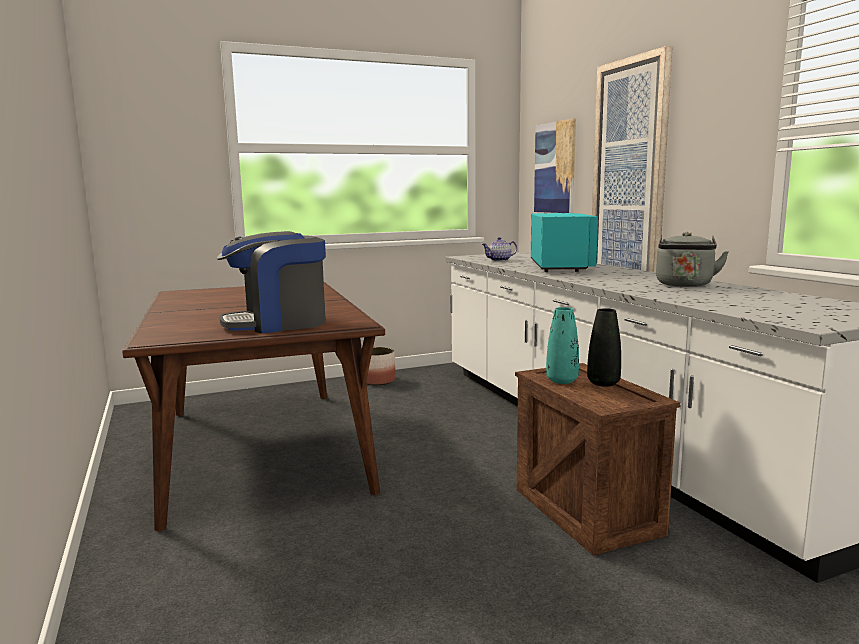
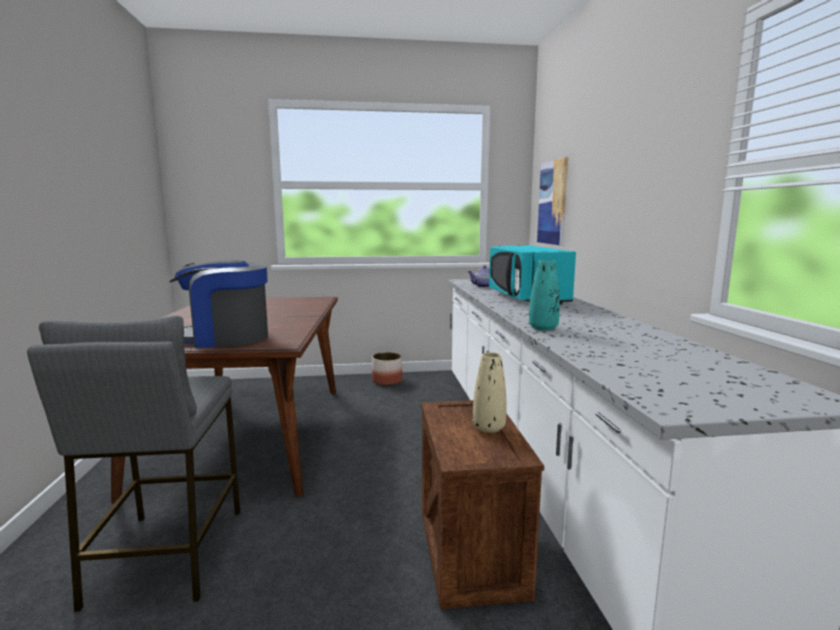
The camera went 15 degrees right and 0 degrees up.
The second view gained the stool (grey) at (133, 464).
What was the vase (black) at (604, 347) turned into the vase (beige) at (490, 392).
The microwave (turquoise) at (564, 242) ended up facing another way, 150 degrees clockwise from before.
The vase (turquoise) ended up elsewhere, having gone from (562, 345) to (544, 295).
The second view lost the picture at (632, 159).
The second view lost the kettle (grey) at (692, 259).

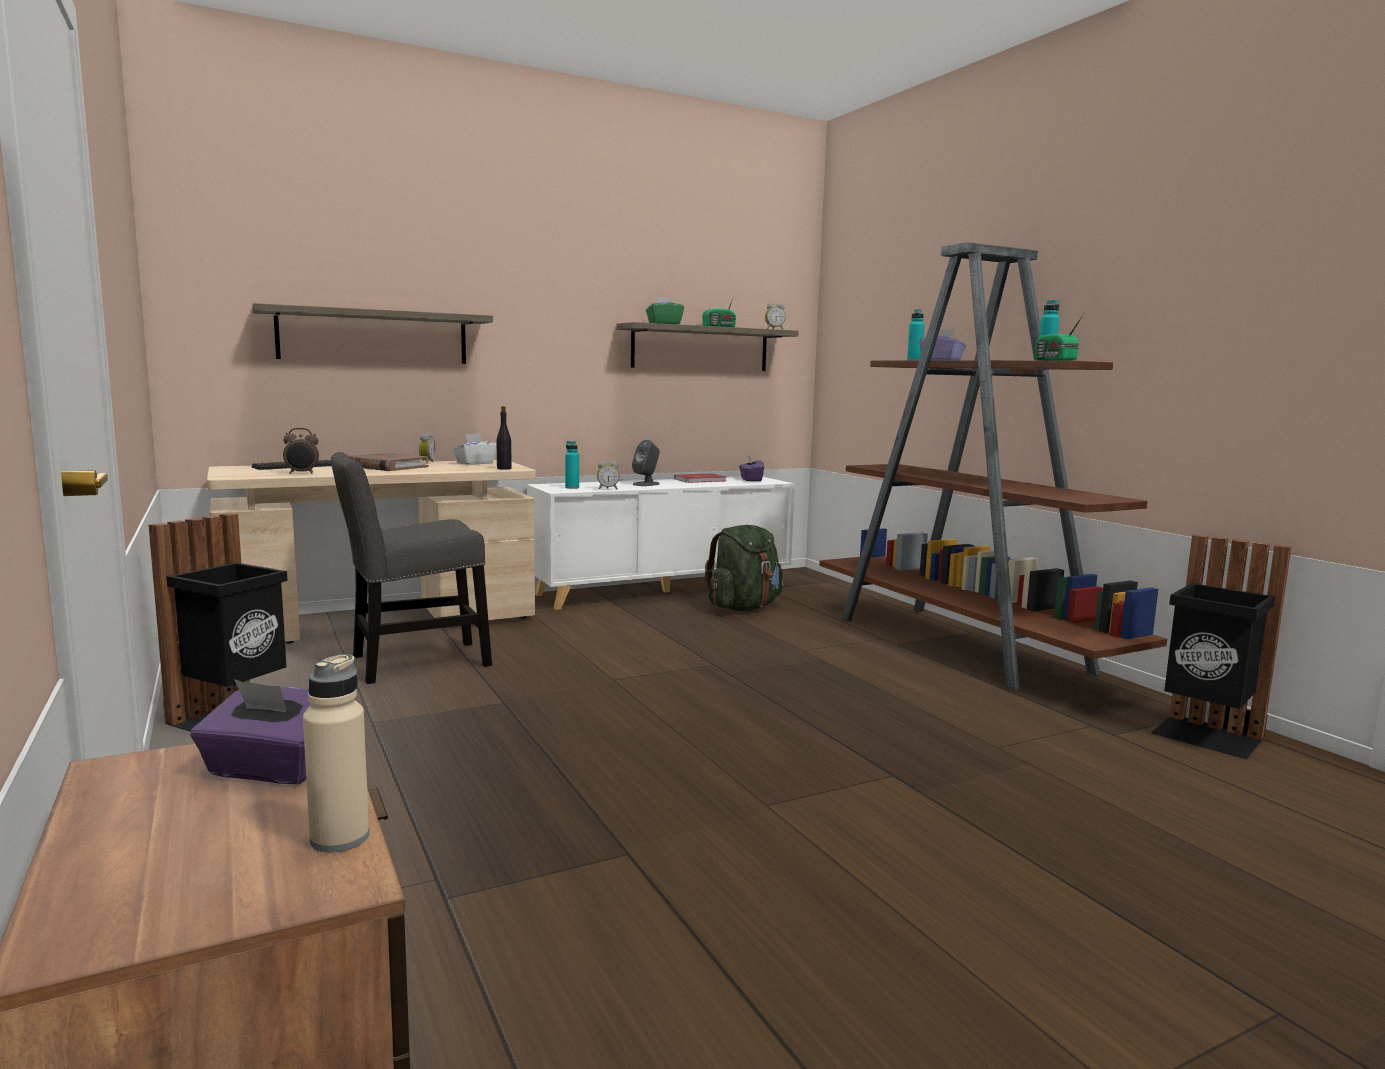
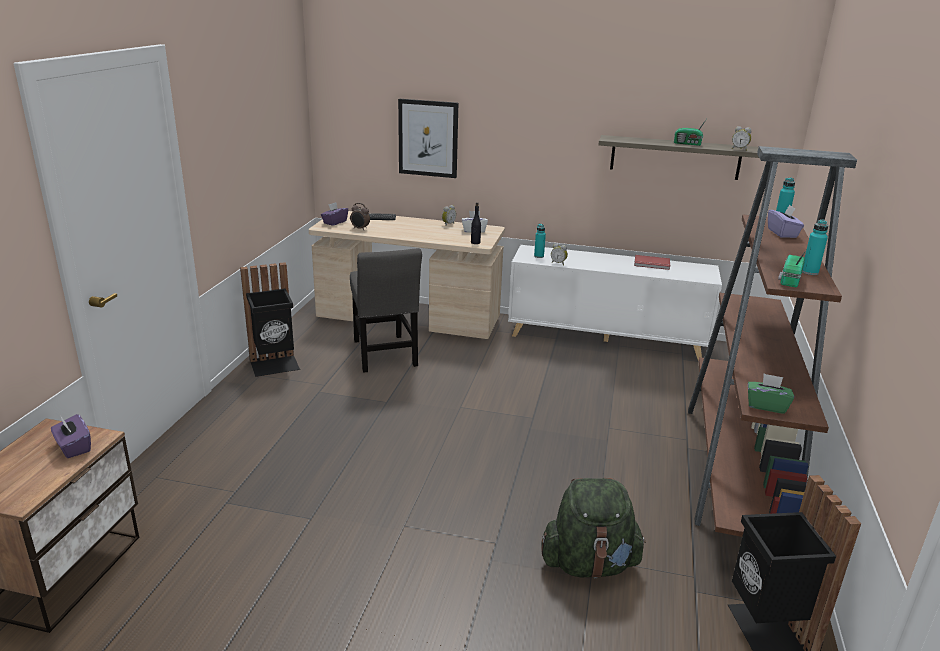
The camera went 40 degrees right and 15 degrees up.
The tissue box (purple) ended up elsewhere, having gone from (751, 468) to (334, 214).
The chair (grey) at (411, 568) ended up facing another way, 120 degrees counterclockwise from before.
Where the shelf hung at (372, 333), the picture came to hang at (428, 138).
The backpack (green) ended up elsewhere, having gone from (744, 568) to (593, 528).
The tissue box (green) ended up elsewhere, having gone from (665, 310) to (771, 394).
The second view lost the bottle (beige) at (336, 753).
The second view lost the book (brown) at (388, 462).
The second view lost the speaker (grey) at (646, 463).

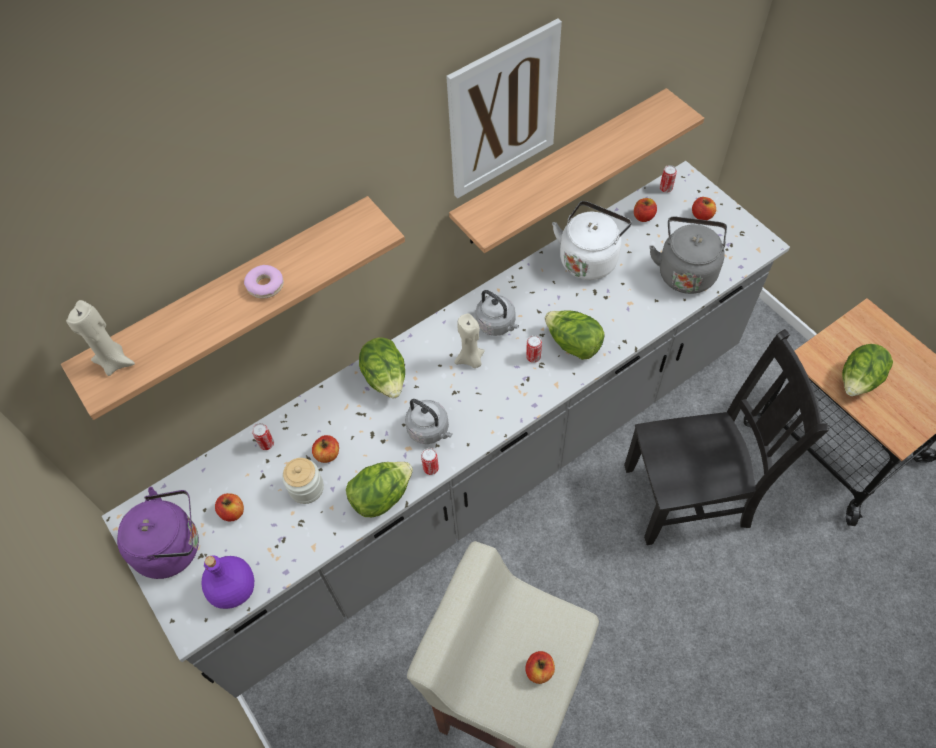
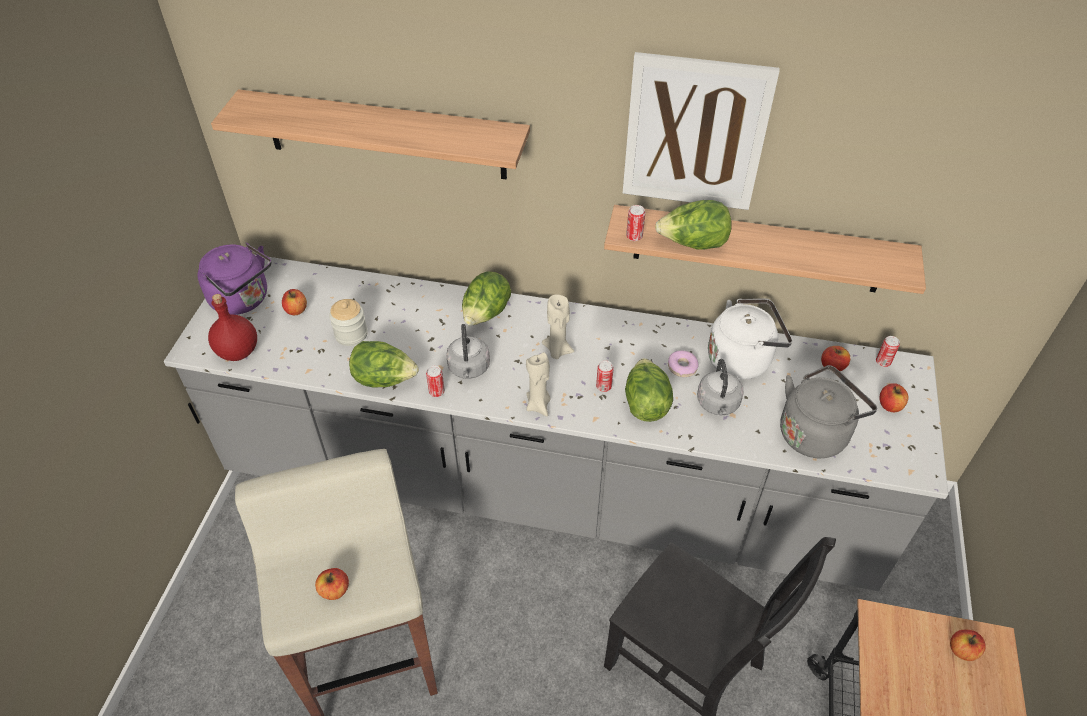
The camera went 45 degrees right and 10 degrees down.
What was the bottle (purple) at (228, 582) turned into the bottle (red) at (232, 327).
The candle (beige) ended up elsewhere, having gone from (100, 338) to (538, 384).
The can ended up elsewhere, having gone from (263, 436) to (635, 223).
The lettuce ended up elsewhere, having gone from (867, 370) to (693, 224).
The donut ended up elsewhere, having gone from (264, 282) to (683, 364).
The kettle (grey) ended up elsewhere, having gone from (497, 313) to (720, 387).
The apple ended up elsewhere, having gone from (325, 449) to (968, 645).

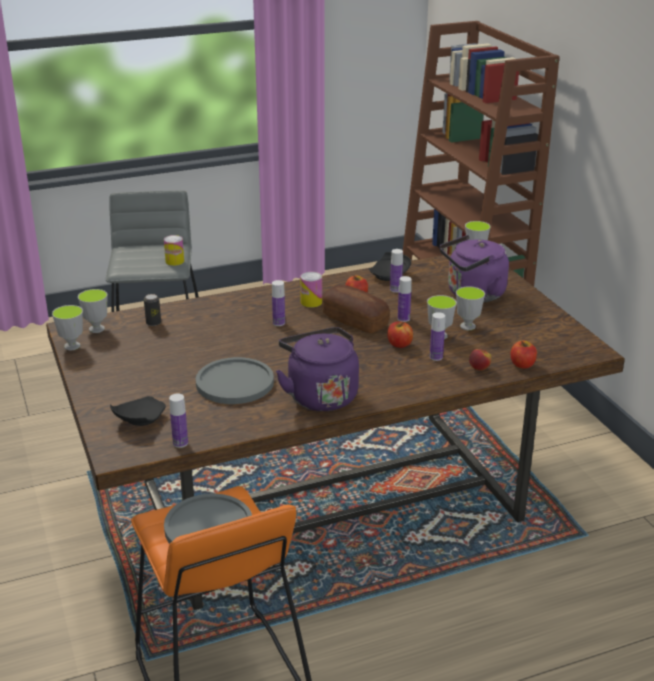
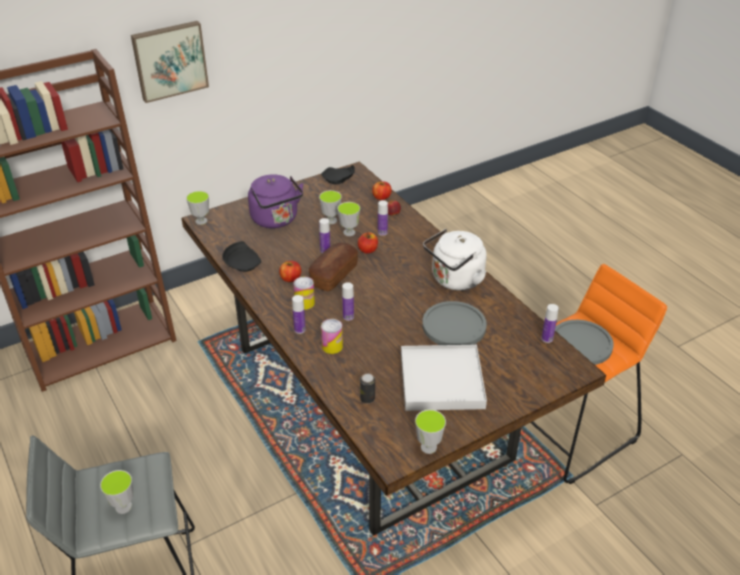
The camera went 100 degrees left and 10 degrees up.
The cup ended up elsewhere, having gone from (92, 311) to (116, 492).
The second view gained the picture at (170, 62).
The bottle ended up elsewhere, having gone from (396, 271) to (299, 314).
The plate (black) ended up elsewhere, having gone from (138, 411) to (338, 174).
The can ended up elsewhere, having gone from (174, 250) to (332, 336).
The second view gained the tray (white) at (444, 378).
What was the kettle (purple) at (317, 369) turned into the kettle (white) at (455, 260).

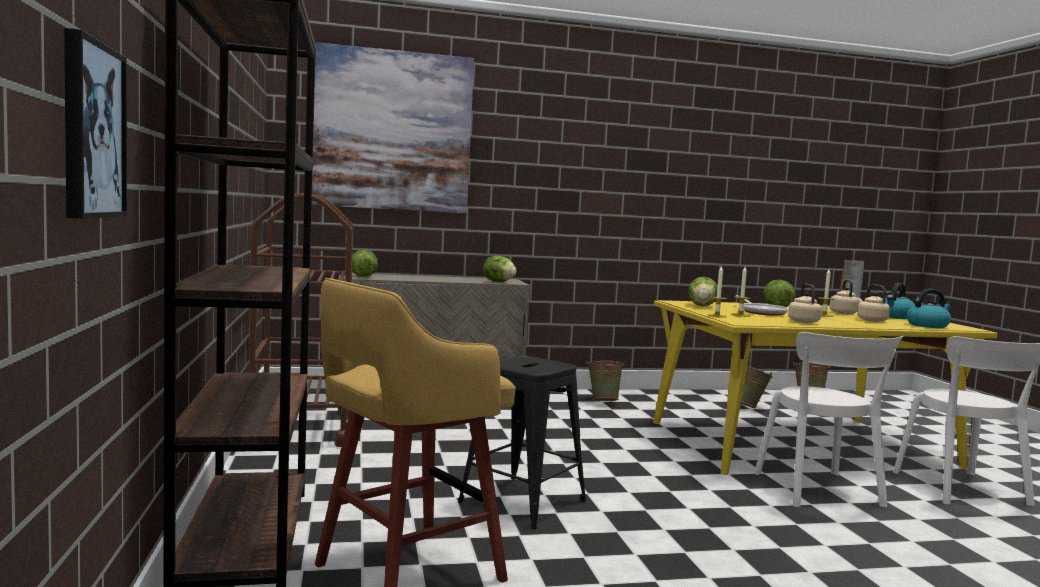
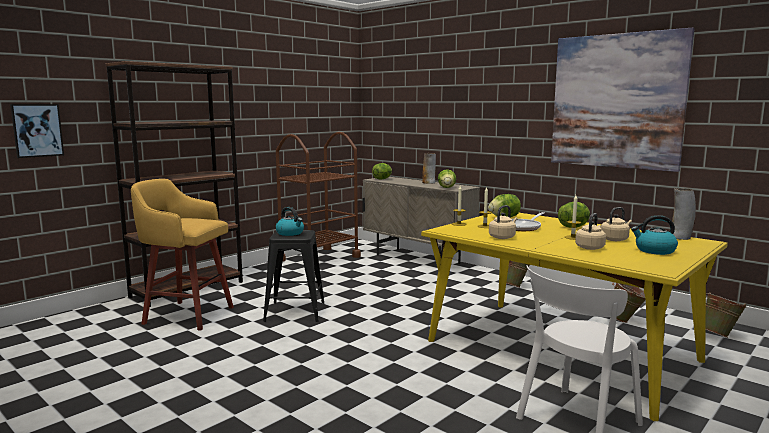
The camera went 55 degrees right and 5 degrees up.
The kettle ended up elsewhere, having gone from (930, 308) to (290, 221).
The second view gained the vase at (429, 168).
The picture ended up elsewhere, having gone from (393, 128) to (623, 100).
The second view lost the chair (white) at (828, 419).

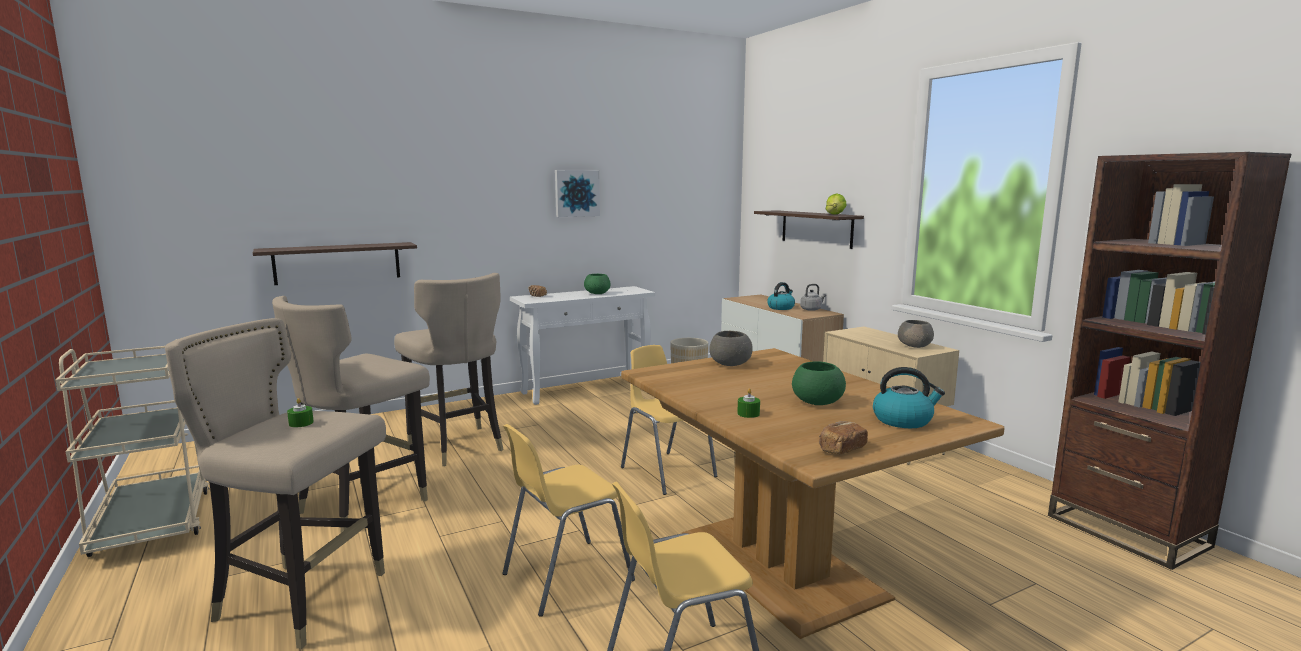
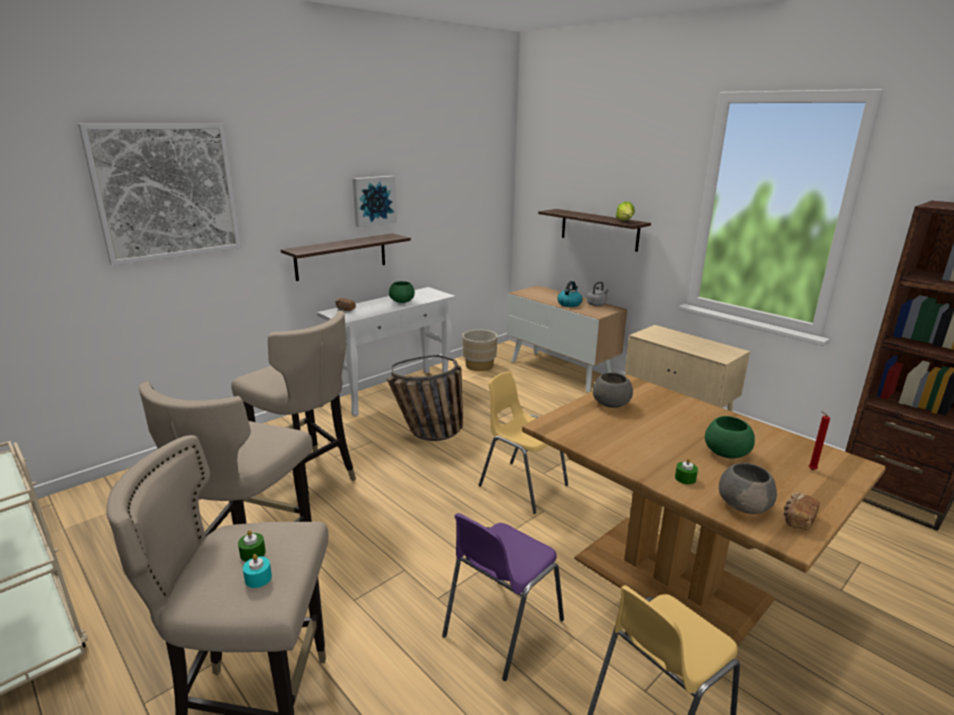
The camera went 15 degrees left and 10 degrees up.
The second view gained the picture at (159, 195).
The second view gained the candle (turquoise) at (257, 571).
The shelf ended up elsewhere, having gone from (335, 263) to (346, 257).
The second view gained the basket at (425, 398).
What was the chair (yellow) at (568, 520) turned into the chair (purple) at (503, 597).
The bowl (grey) ended up elsewhere, having gone from (916, 334) to (748, 488).
Where the kettle stood at (909, 397), the candle (red) came to stand at (819, 440).

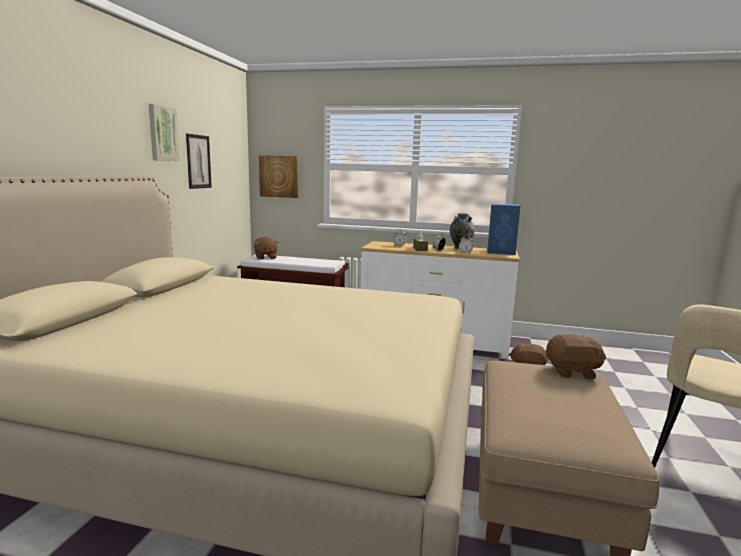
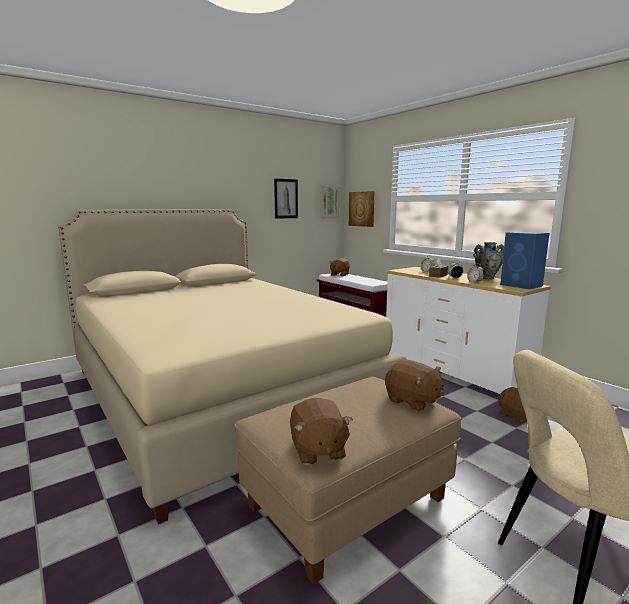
The camera went 40 degrees right and 0 degrees up.
The second view gained the plush toy (brown) at (321, 431).
The picture ended up elsewhere, having gone from (164, 132) to (330, 202).

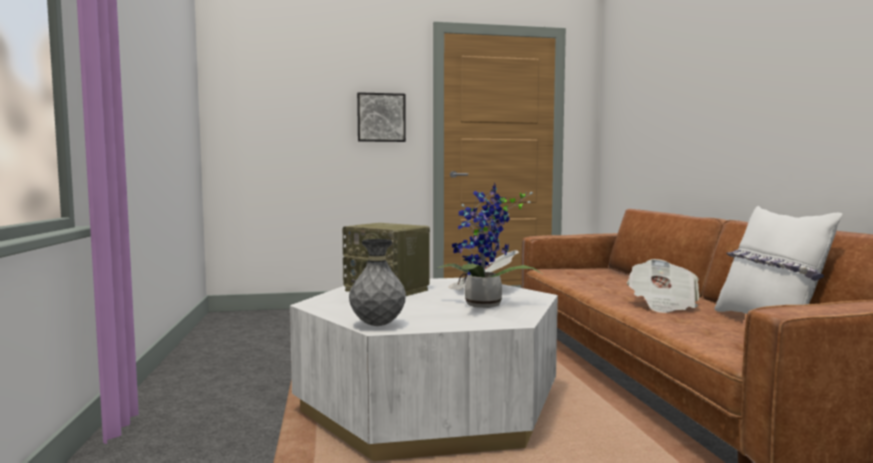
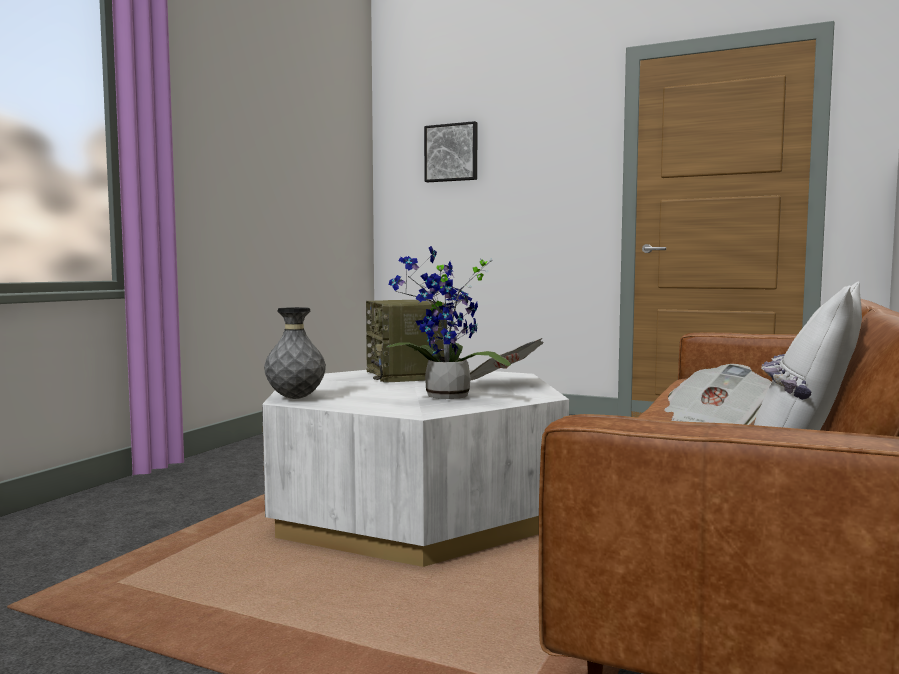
The camera went 35 degrees right and 0 degrees up.
The picture ended up elsewhere, having gone from (381, 117) to (450, 151).

